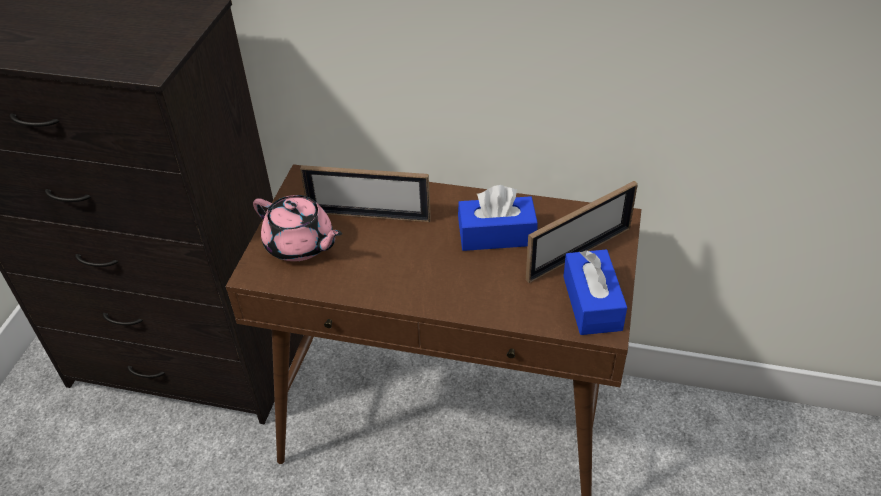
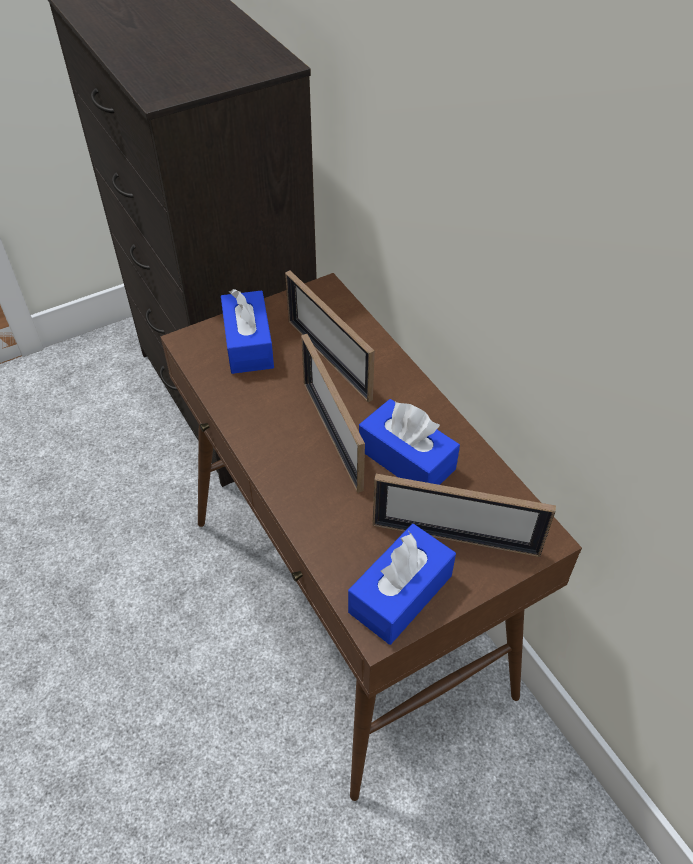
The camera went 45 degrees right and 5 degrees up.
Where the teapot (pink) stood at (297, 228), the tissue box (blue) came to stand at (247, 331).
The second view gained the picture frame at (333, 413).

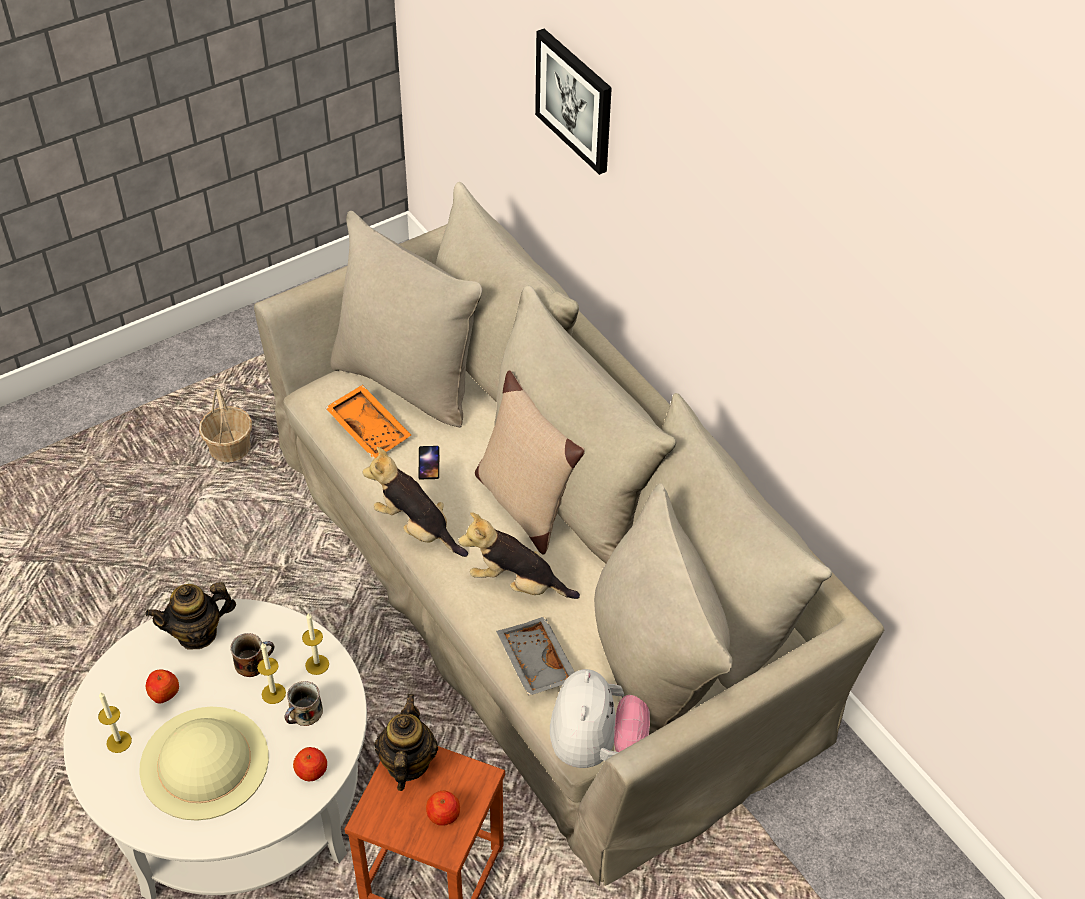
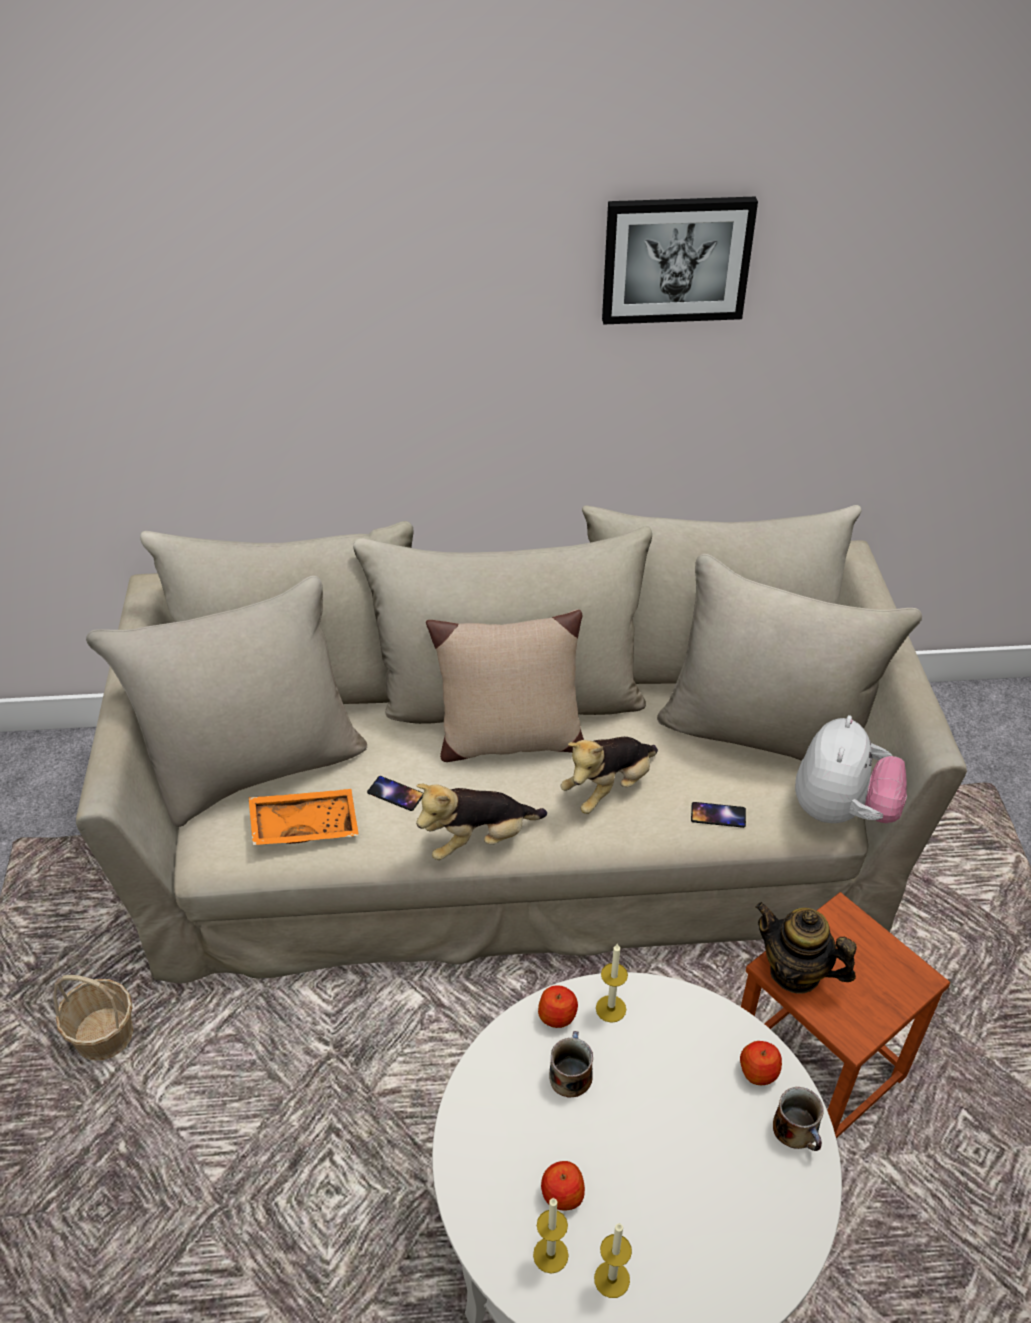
The camera went 60 degrees left and 5 degrees down.
The candle ended up elsewhere, having gone from (271, 673) to (551, 1236).
The apple ended up elsewhere, having gone from (443, 808) to (558, 1006).
The picture ended up elsewhere, having gone from (573, 102) to (680, 260).
Where the tray (grey) stood at (535, 656), the phone came to stand at (718, 815).
The mug ended up elsewhere, having gone from (303, 703) to (798, 1119).
The plush toy at (600, 718) ended up facing another way, 75 degrees clockwise from before.
The second view lost the hat (beige) at (204, 764).
The second view lost the teapot at (190, 616).

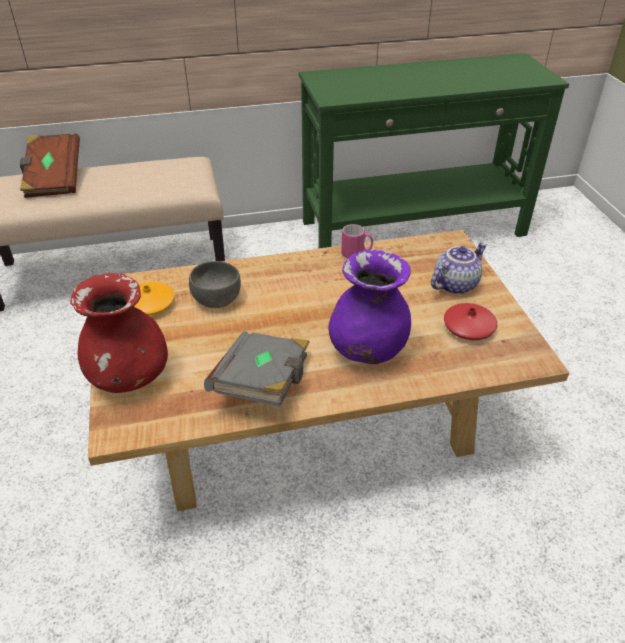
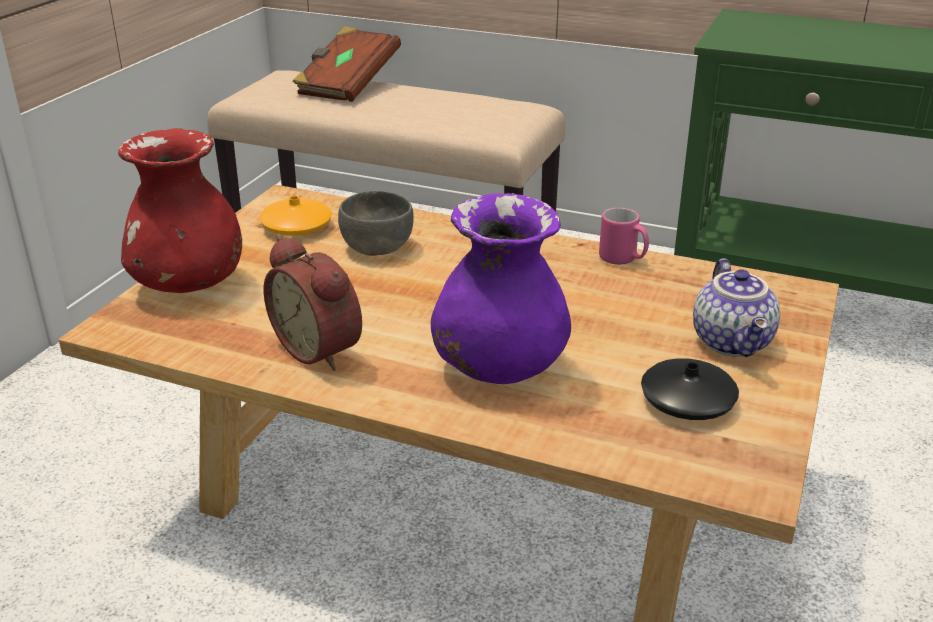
The camera went 35 degrees right and 10 degrees down.
Where the book (grey) stood at (256, 368), the alarm clock came to stand at (313, 304).
What was the vase (red) at (470, 321) turned into the vase (black) at (690, 389).
The teapot at (459, 268) ended up facing another way, 90 degrees clockwise from before.

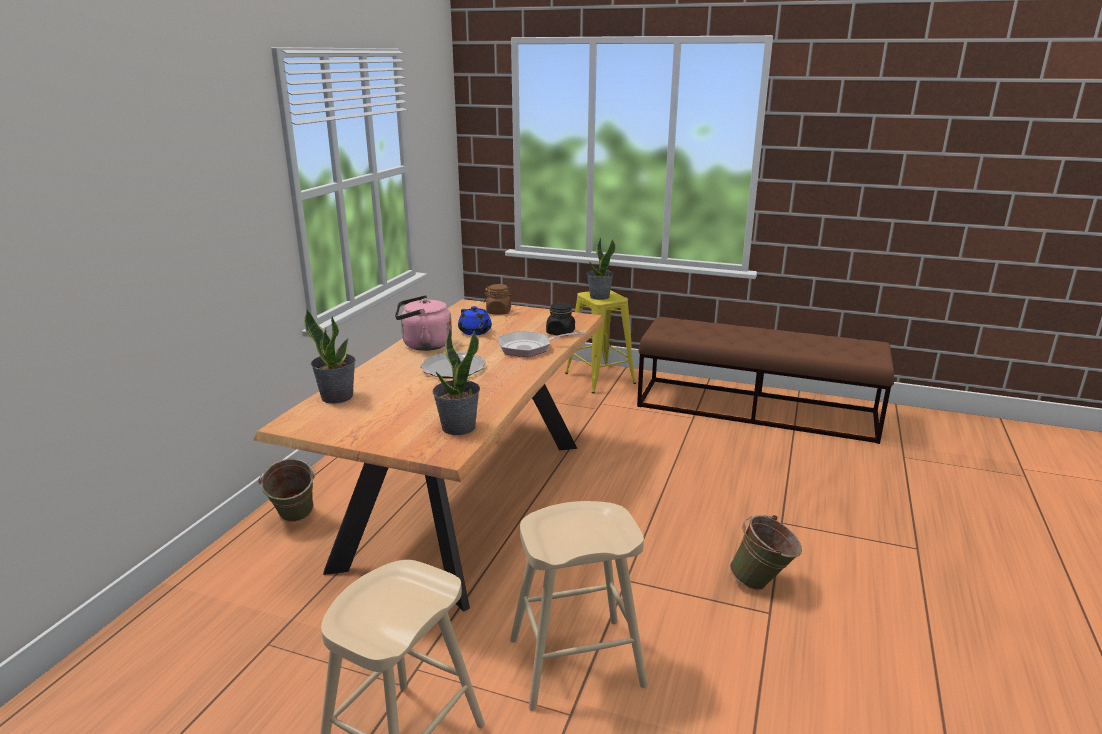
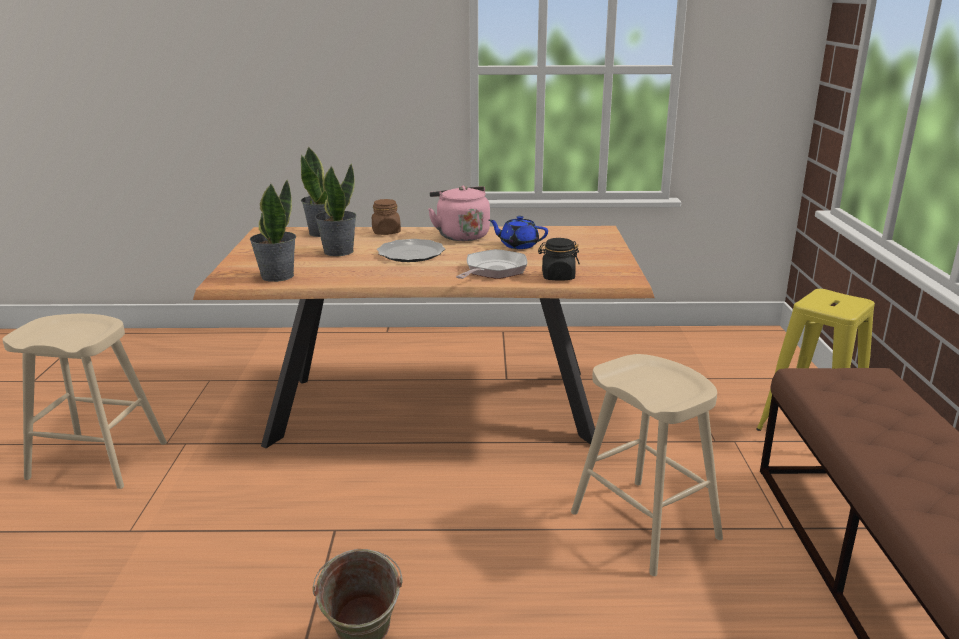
The camera went 70 degrees right and 0 degrees up.
The potted plant ended up elsewhere, having gone from (601, 269) to (336, 210).
The jar (brown) ended up elsewhere, having gone from (499, 299) to (386, 217).
The frying pan at (541, 344) ended up facing another way, 60 degrees clockwise from before.
The teapot (blue) at (475, 320) ended up facing another way, 75 degrees clockwise from before.
The stool (beige) ended up elsewhere, having gone from (578, 606) to (647, 465).
The second view lost the bucket (green) at (286, 490).

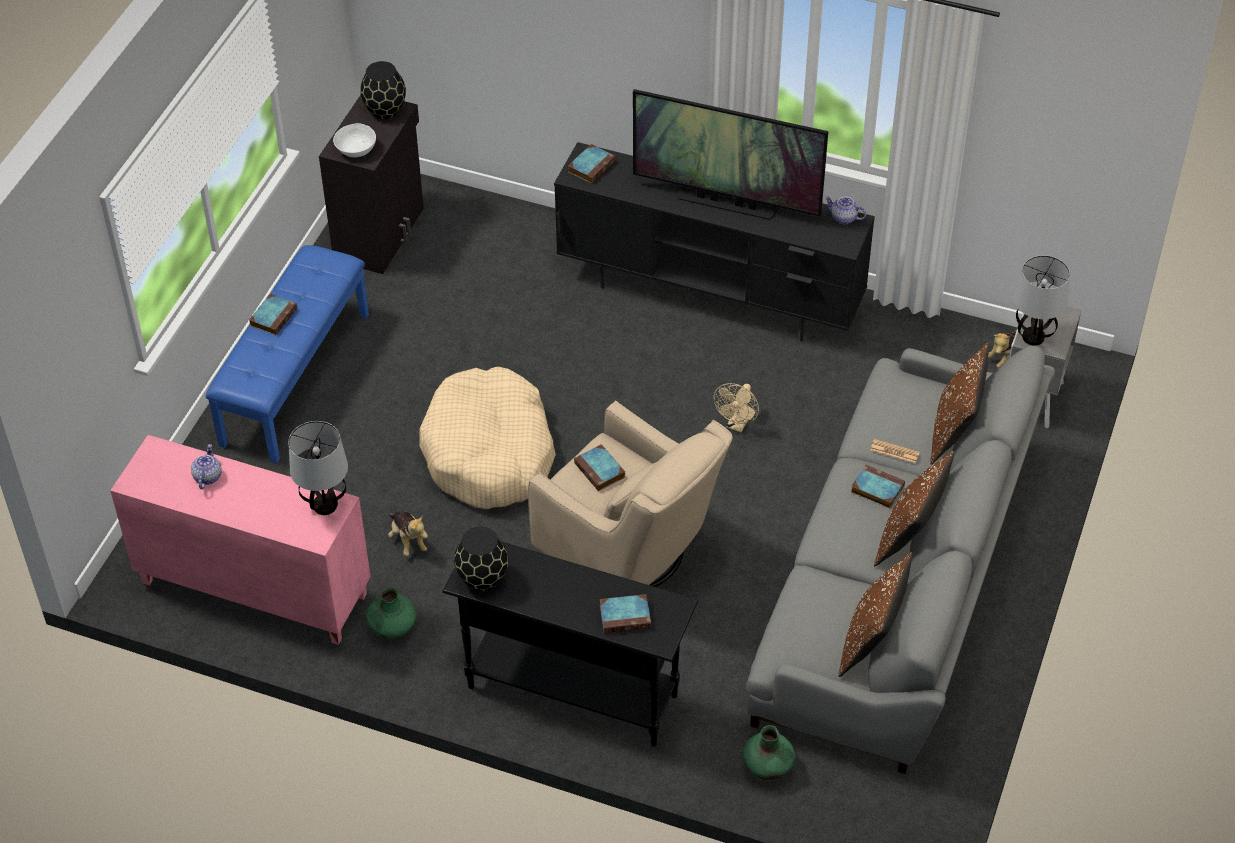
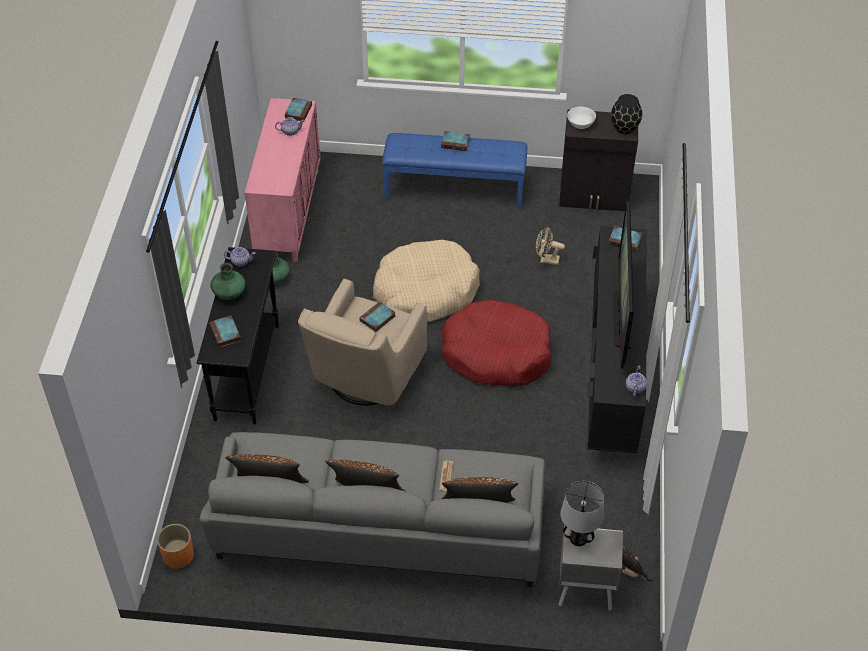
The camera went 75 degrees right and 0 degrees up.
The second view gained the planter (orange) at (175, 546).
The vase (green) ended up elsewhere, having gone from (768, 752) to (227, 281).
Where the vase (black) stood at (481, 559), the teapot came to stand at (240, 257).
The book ended up elsewhere, having gone from (878, 486) to (298, 109).
The second view gained the dog bed (red) at (496, 343).
The fan (beige) ended up elsewhere, having gone from (736, 408) to (550, 246).
The second view lost the table lamp at (318, 468).
The second view lost the plush toy at (408, 534).

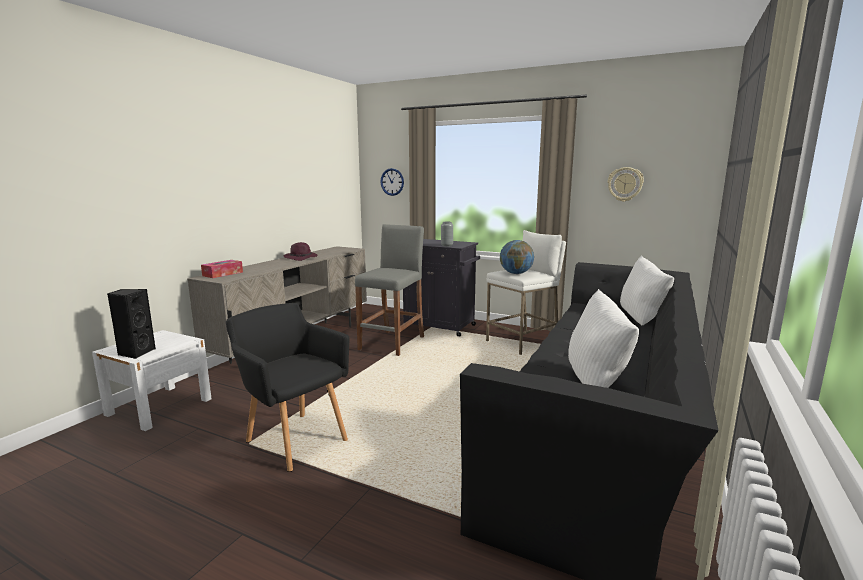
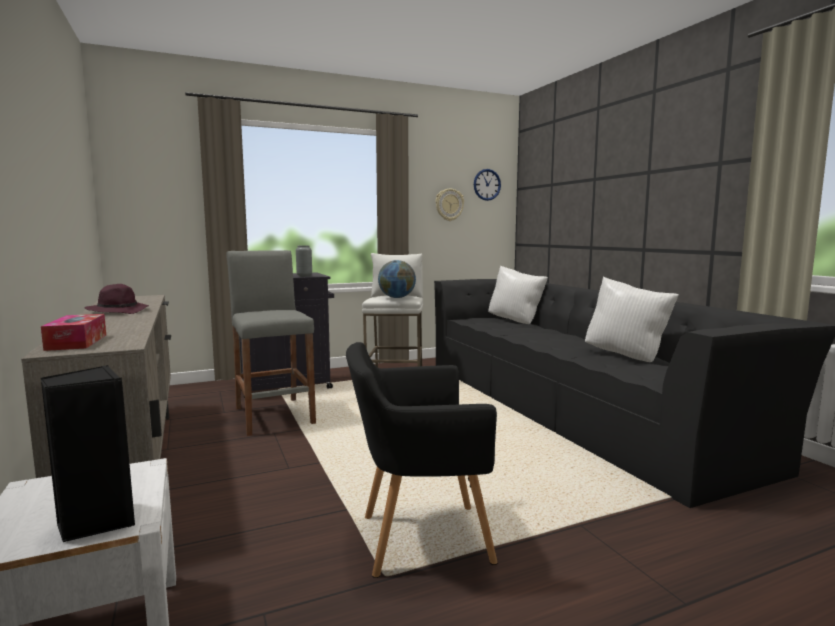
The camera went 50 degrees left and 5 degrees down.
The wall clock ended up elsewhere, having gone from (392, 182) to (487, 185).

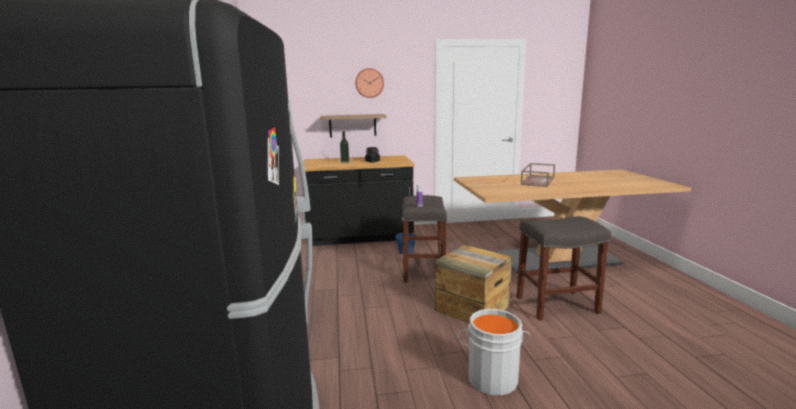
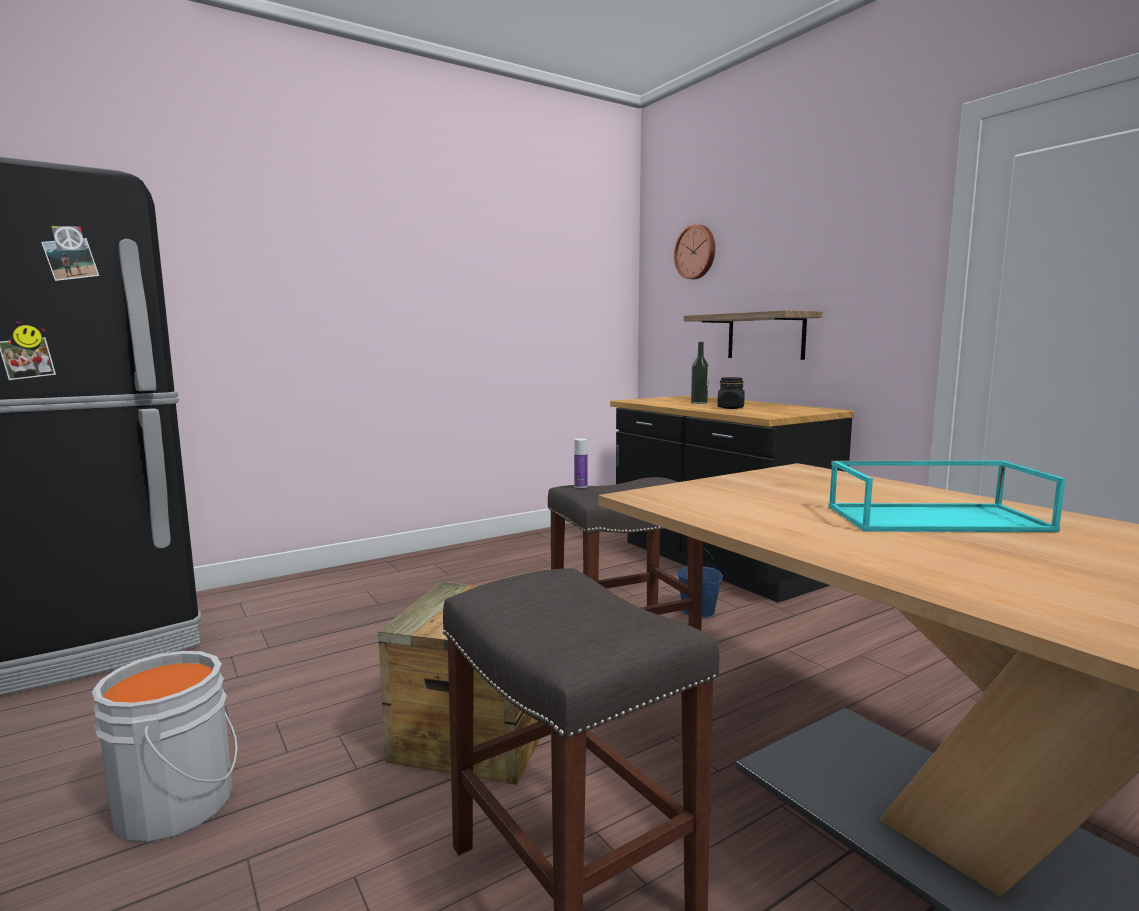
The camera went 65 degrees right and 5 degrees down.
The wall clock ended up elsewhere, having gone from (369, 83) to (694, 251).
What was the tray (brown) at (538, 175) turned into the tray (turquoise) at (946, 496).

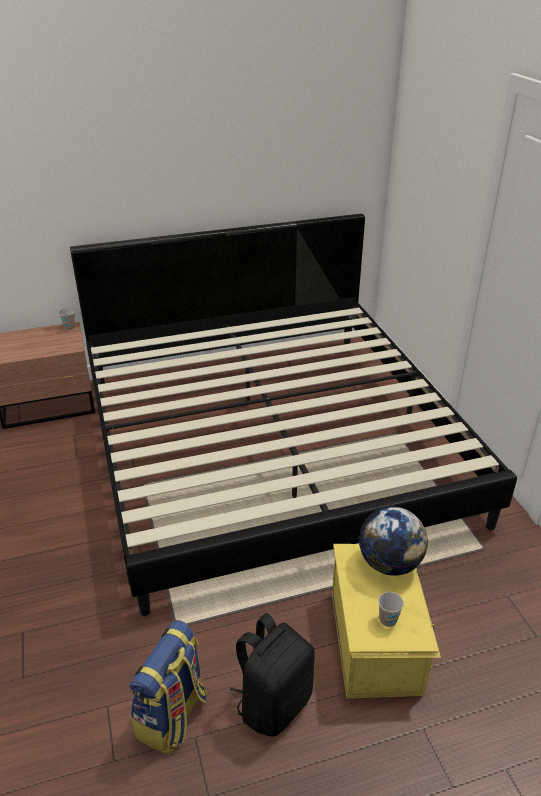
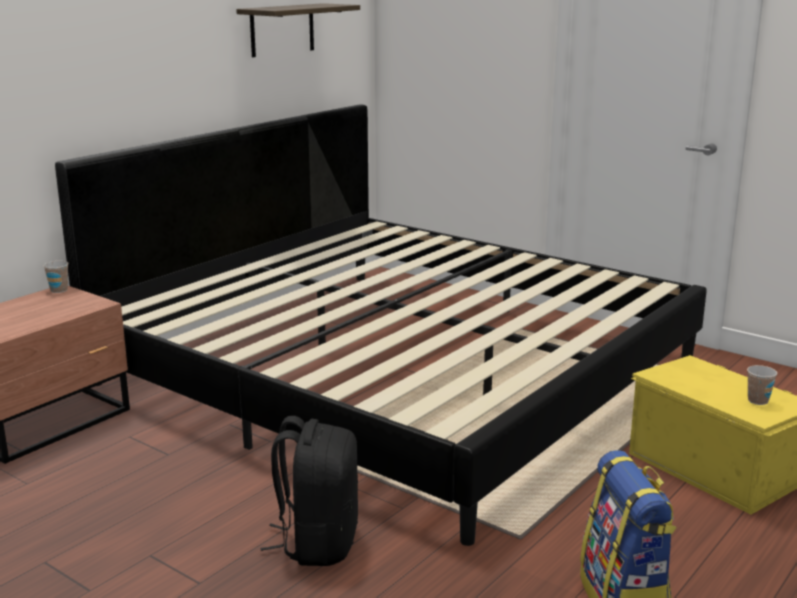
The camera went 35 degrees left and 15 degrees down.
The second view gained the shelf at (298, 30).
The backpack (black) ended up elsewhere, having gone from (272, 675) to (309, 491).
The second view lost the globe at (393, 541).

